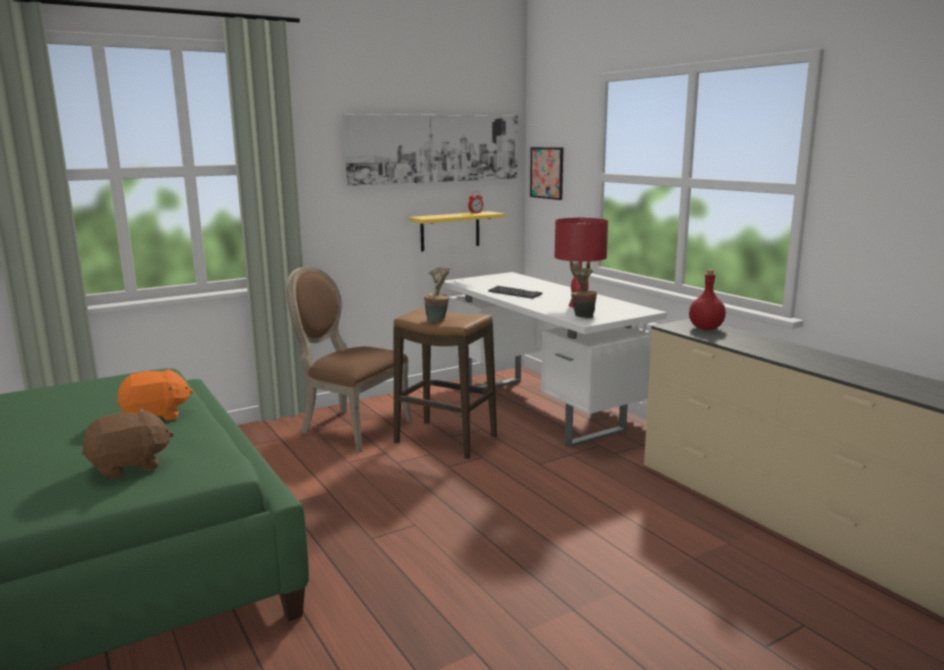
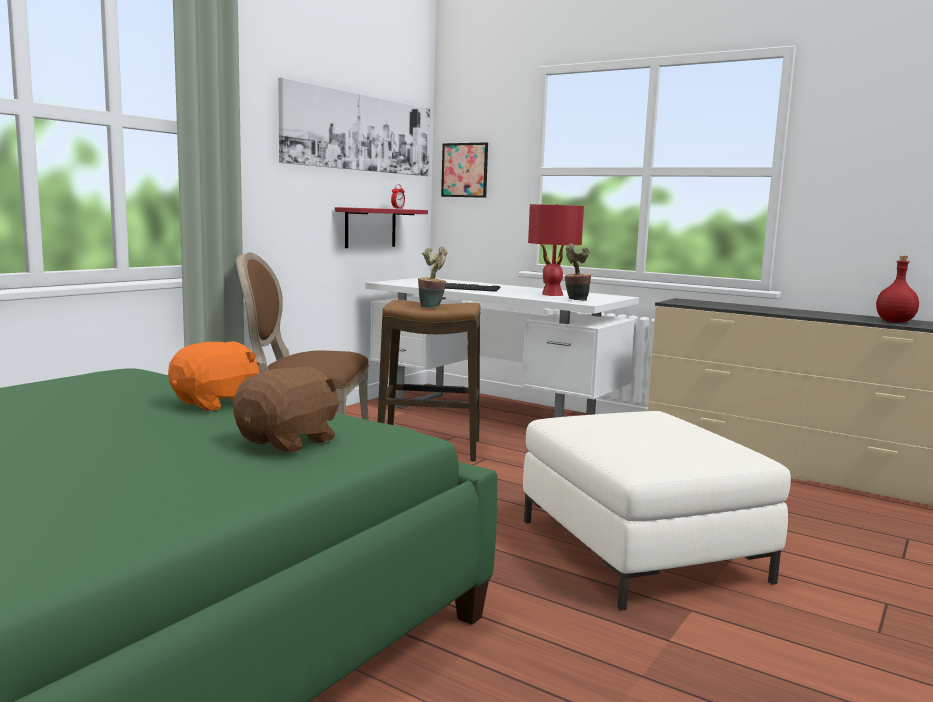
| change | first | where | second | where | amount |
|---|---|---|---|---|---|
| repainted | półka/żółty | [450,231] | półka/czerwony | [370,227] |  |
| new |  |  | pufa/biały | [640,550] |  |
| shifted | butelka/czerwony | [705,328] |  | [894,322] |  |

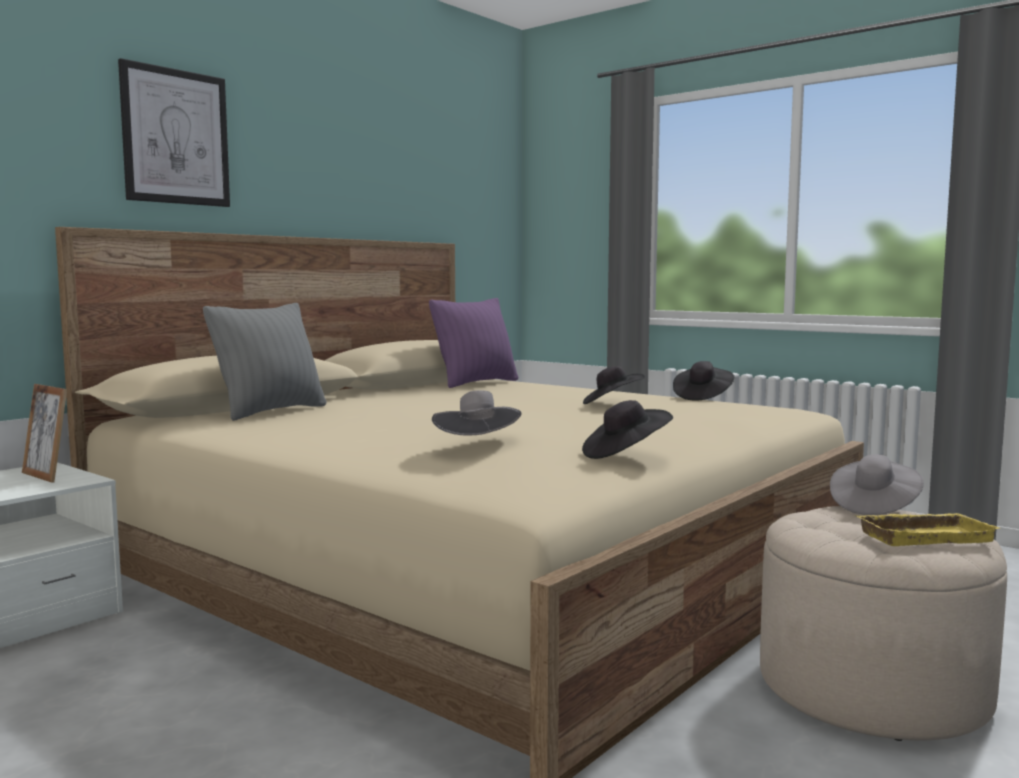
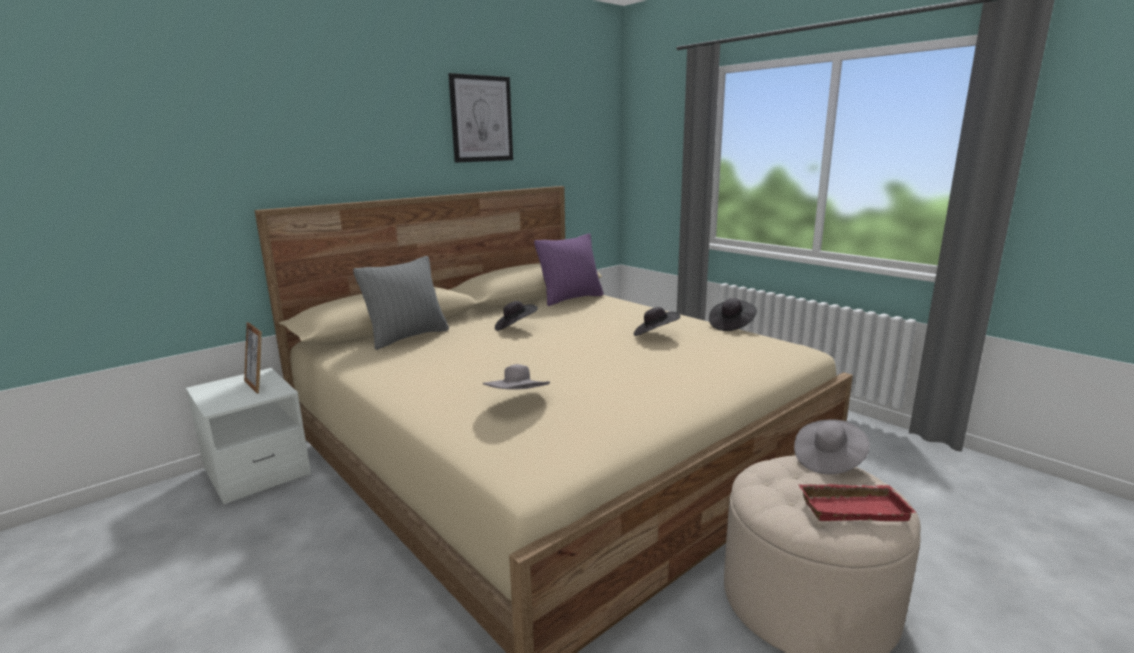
| change | first | where | second | where | amount |
|---|---|---|---|---|---|
| shifted | obraz | [175,137] |  | [481,119] |  |
| shifted | kapelusz/czarny | [625,454] |  | [515,328] |  |
| repainted | taca/żółty | [924,536] | taca/czerwony | [853,507] |  |

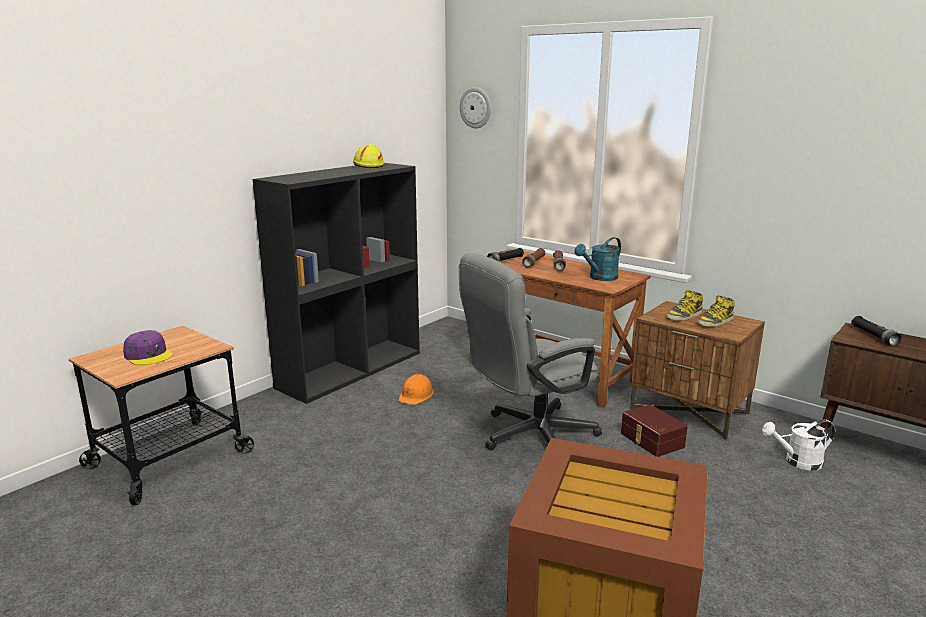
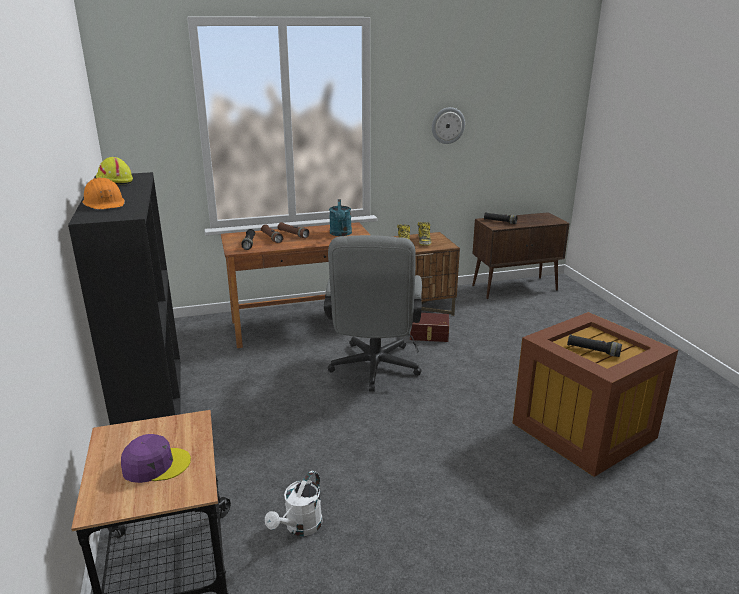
| change | first | where | second | where | amount |
|---|---|---|---|---|---|
| shifted | kask/pomarańczowy | [416,395] |  | [104,203] |  |
| shifted | konewka/biały | [797,462] |  | [300,527] |  |
| shifted | zegar ścienny | [476,107] |  | [447,125] |  |
| new |  |  | latarka/czarny | [593,351] |  |

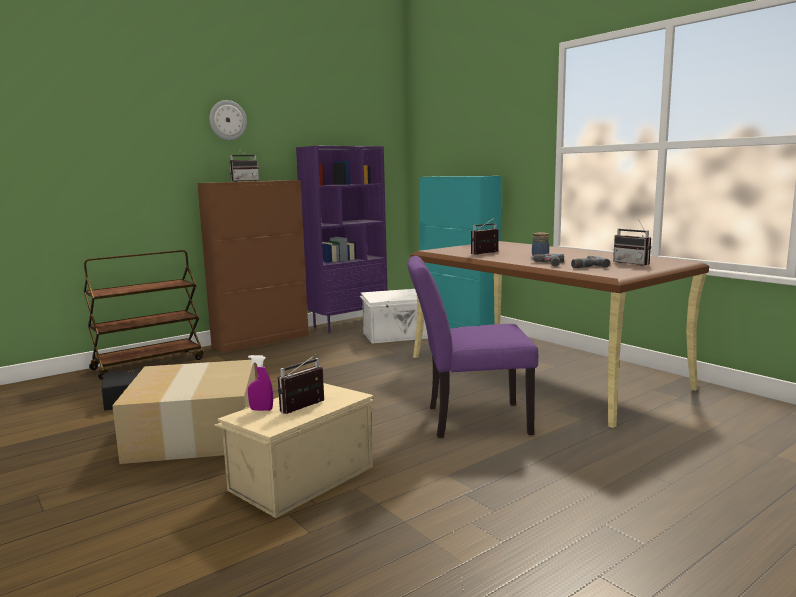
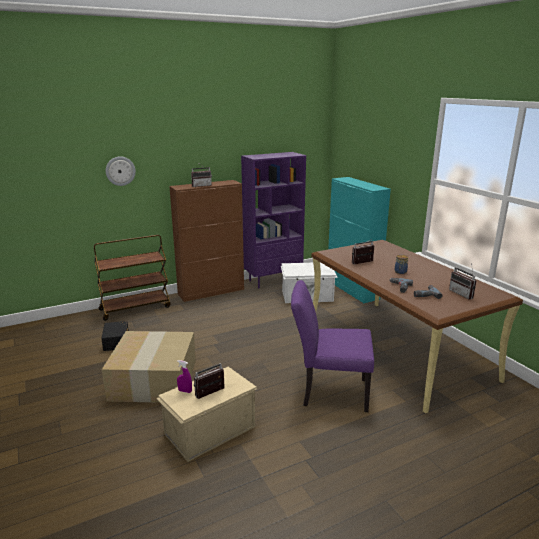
| change | first | where | second | where | amount |
|---|---|---|---|---|---|
| shifted | zegar ścienny | [227,120] |  | [120,171] |  |

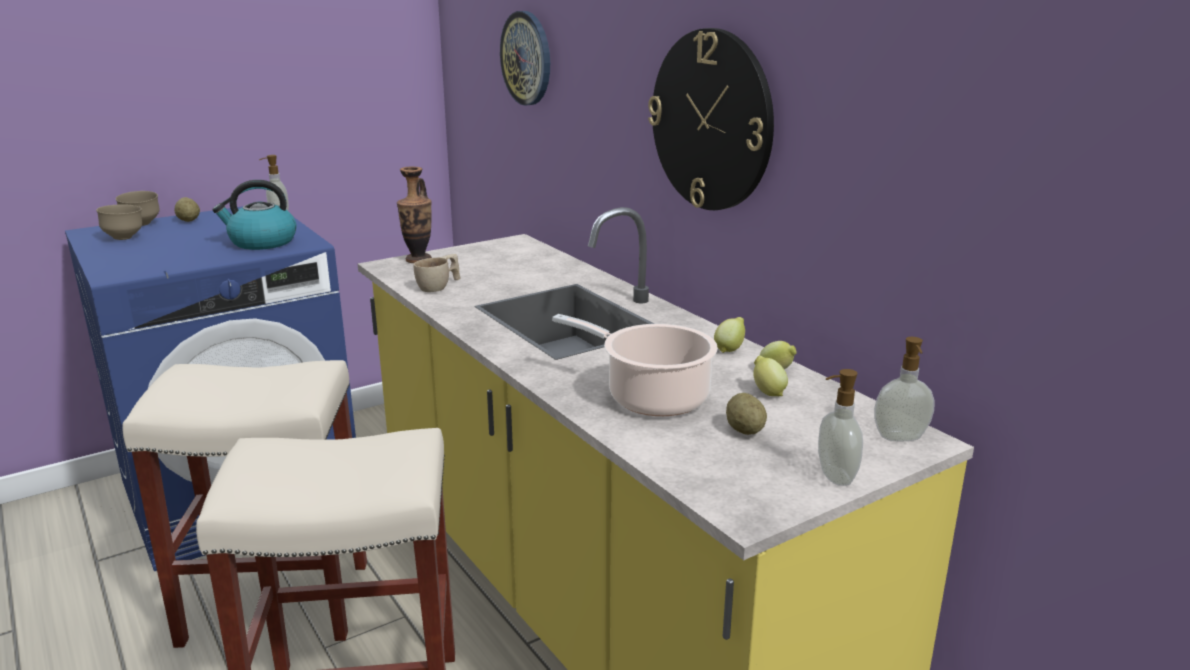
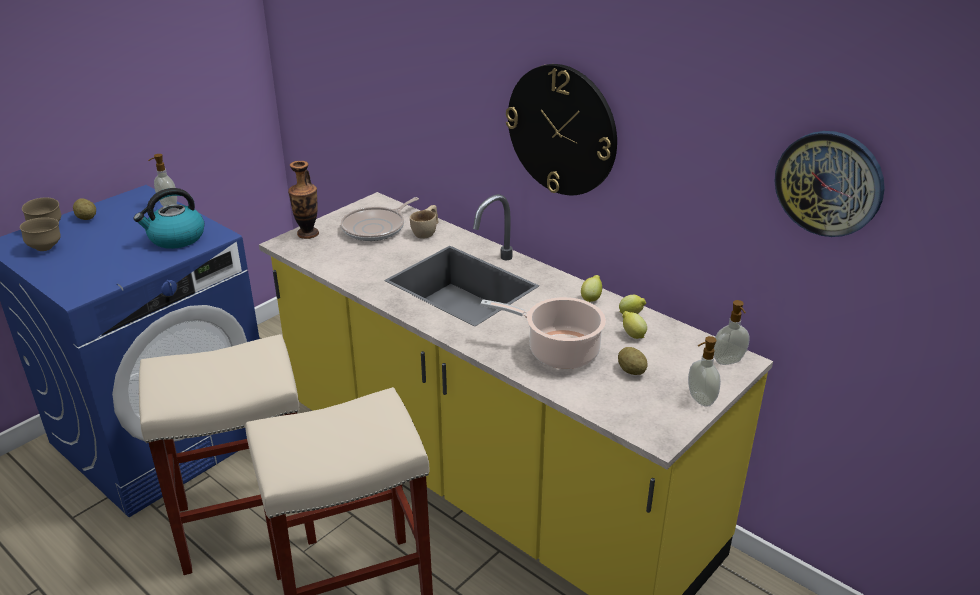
| change | first | where | second | where | amount |
|---|---|---|---|---|---|
| new |  |  | patelnia | [376,228] |  |
| shifted | filiżanka/beżowy | [439,287] |  | [427,232] |  |
| shifted | zegar ścienny | [527,58] |  | [829,183] |  |

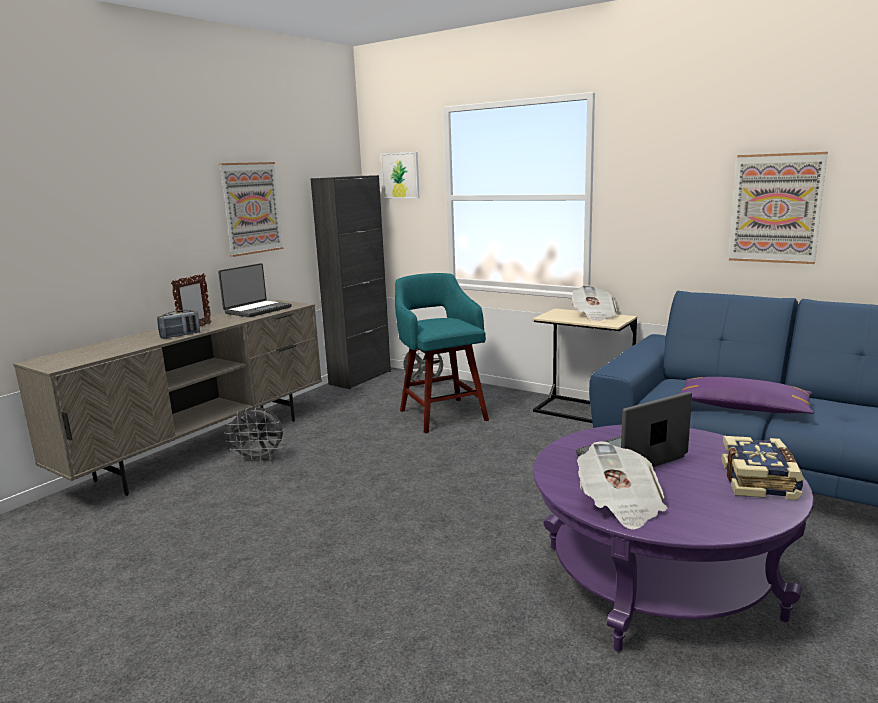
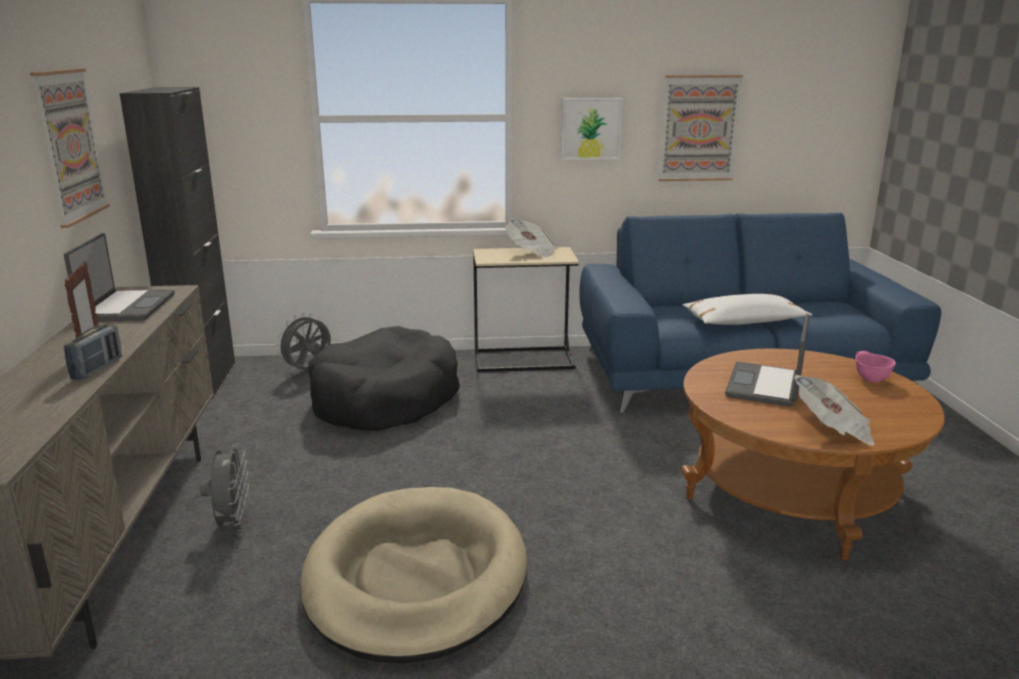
| change | first | where | second | where | amount |
|---|---|---|---|---|---|
| rotated | wentylator/szary | [259,459] |  | [232,524] | 60 degrees counterclockwise |
| new |  |  | legowisko/beżowy | [416,578] |  |
| swapped | stołek/turkusowy | [442,414] | legowisko/czarny | [385,399] |  |
| shifted | obraz | [400,175] |  | [591,129] |  |
| repainted | ława/fioletowy | [658,581] | ława/brązowy | [793,493] |  |
| repainted | poduszka/fioletowy | [742,408] | poduszka/biały | [743,322] |  |
| swapped | książka | [760,481] | miska/różowy | [870,379] |  |

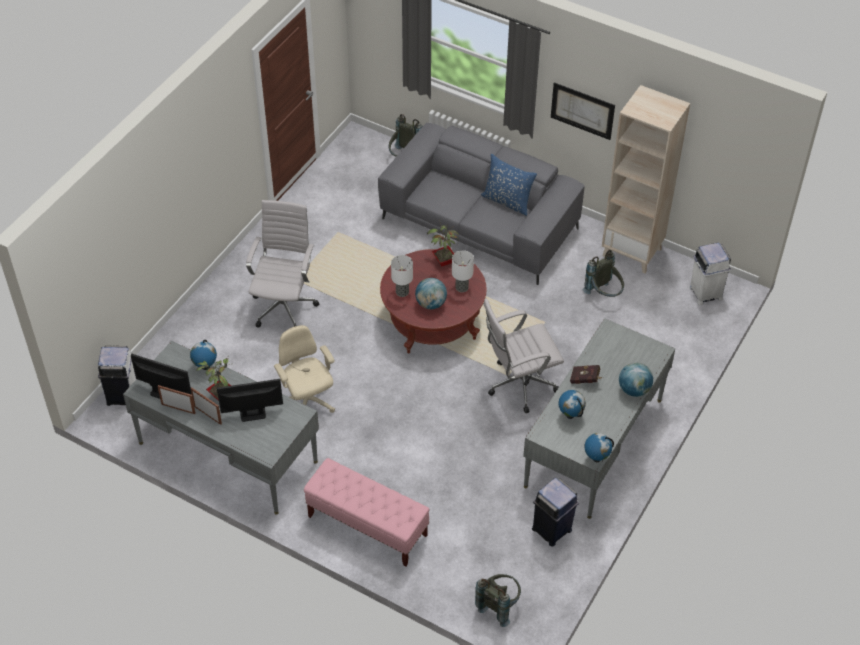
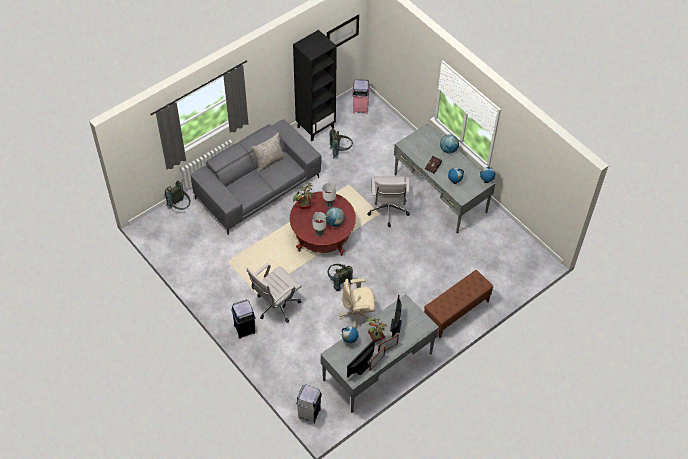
| change | first | where | second | where | amount |
|---|---|---|---|---|---|
| shifted | kosz na śmieci/niebieski | [552,530] |  | [245,329] |  |
| rotated | krzesło biurowe/biały | [284,306] |  | [276,306] | 75 degrees counterclockwise |
| repainted | poduszka/niebieski | [507,201] | poduszka/szary | [269,161] |  |
| repainted | regał/beżowy | [632,252] | regał/czarny | [315,127] |  |
| shifted | obraz | [582,111] |  | [342,33] |  |
| shifted | plecak/szary | [499,605] |  | [338,281] |  |
| repainted | kosz na śmieci/biały | [705,293] | kosz na śmieci/różowy | [360,108] |  |
| repainted | ławka/różowy | [367,526] | ławka/brązowy | [456,312] |  |

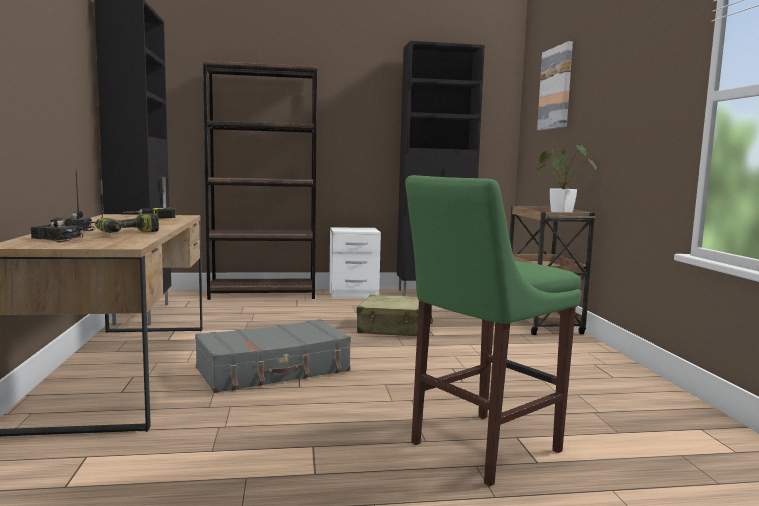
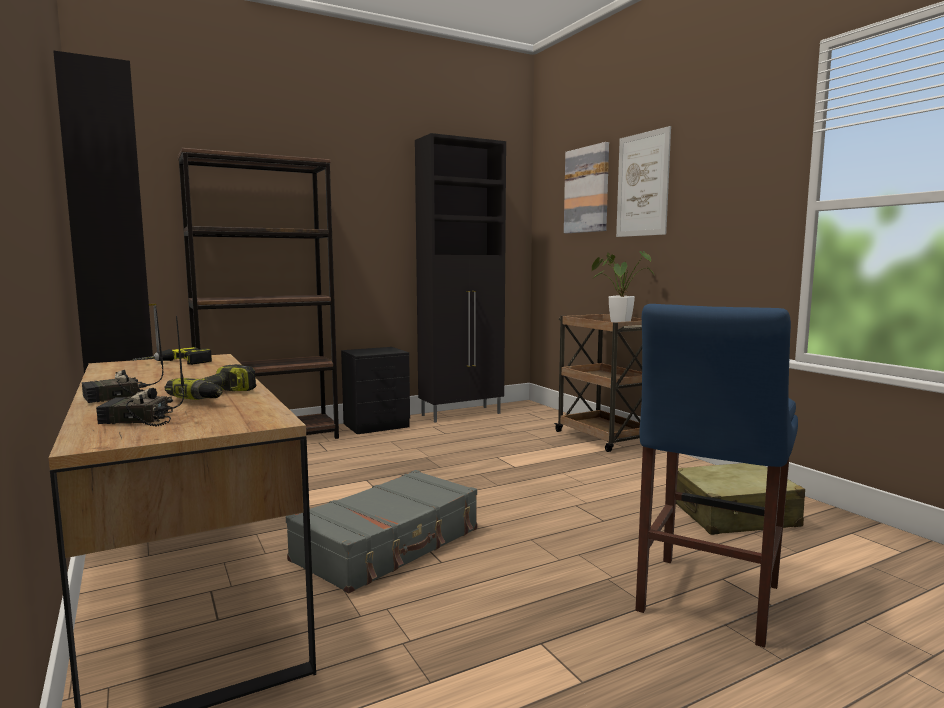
| change | first | where | second | where | amount |
|---|---|---|---|---|---|
| repainted | szafka nocna/biały | [354,293] | szafka nocna/czarny | [378,425] |  |
| new |  |  | obraz | [642,184] |  |
| repainted | stołek/zielony | [479,448] | stołek/niebieski | [705,601] |  |
| shifted | walizka/beżowy | [395,328] |  | [735,515] |  |

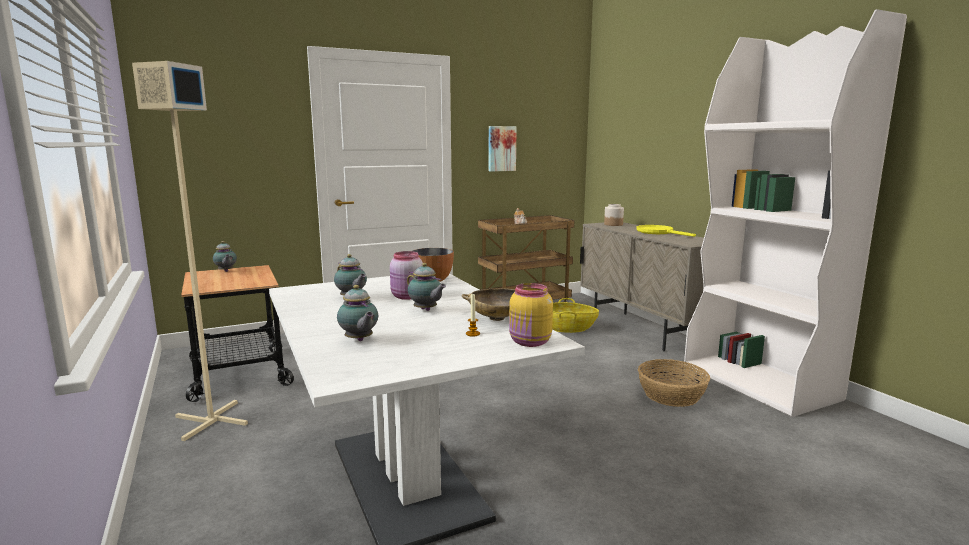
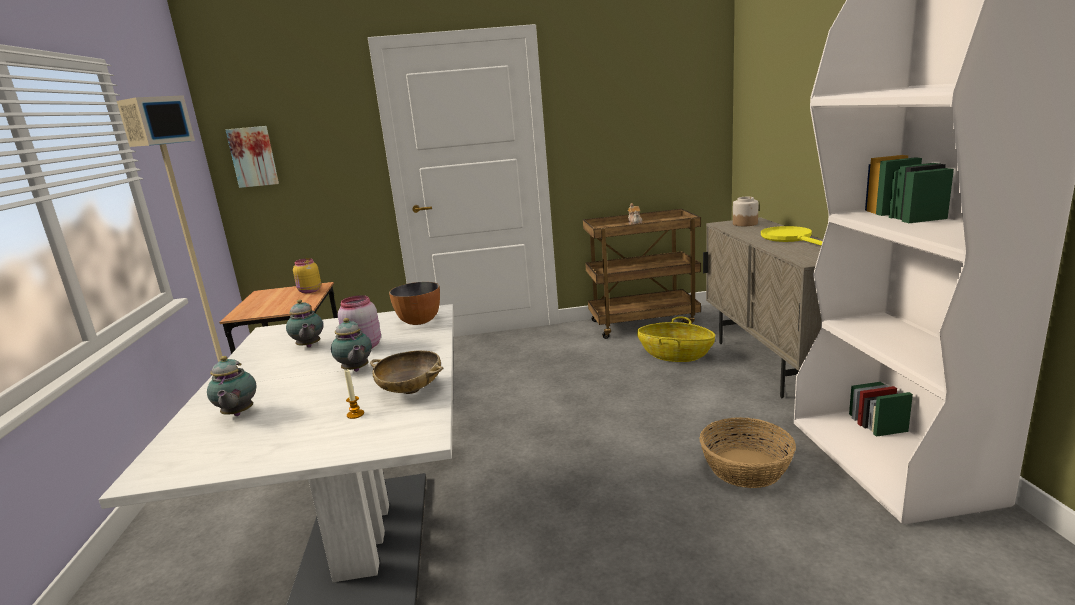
| change | first | where | second | where | amount |
|---|---|---|---|---|---|
| shifted | obraz | [501,148] |  | [253,156] |  |
| shifted | słoik/żółty | [530,342] |  | [309,291] |  |
| gone | imbryk | [226,271] |  |  |  |

